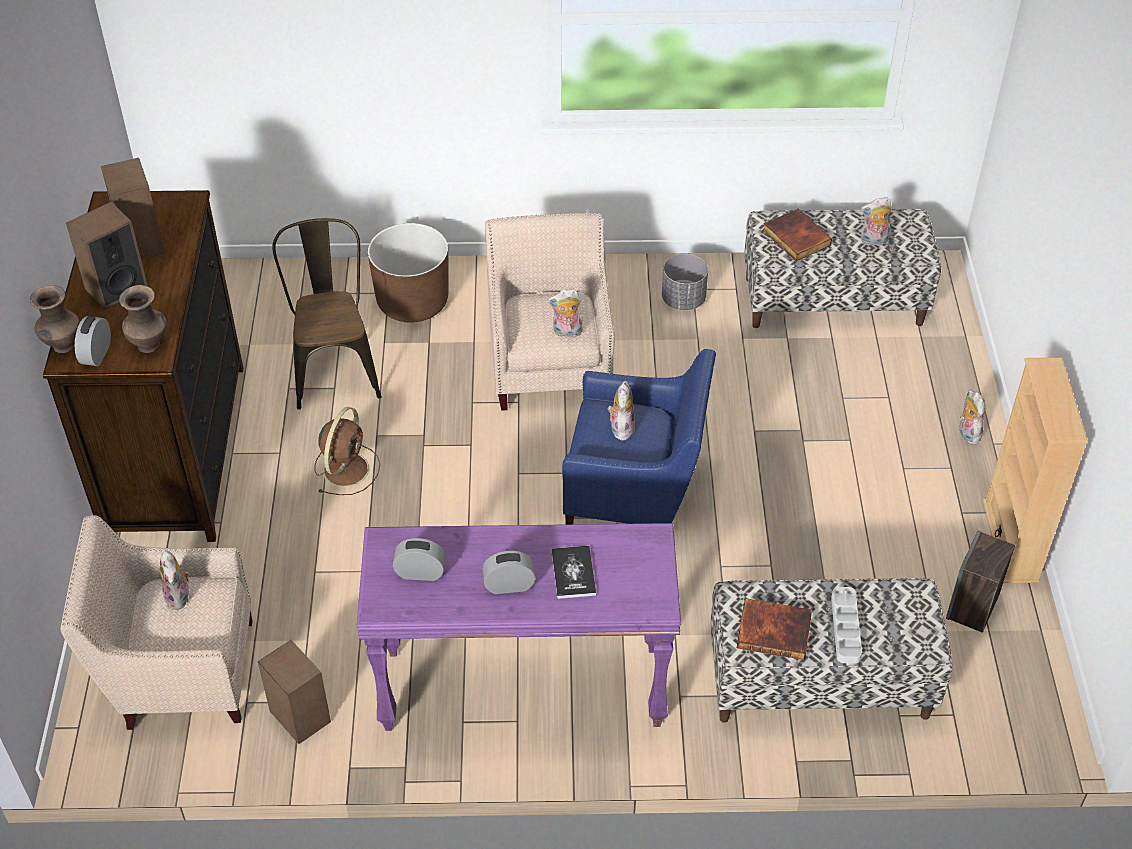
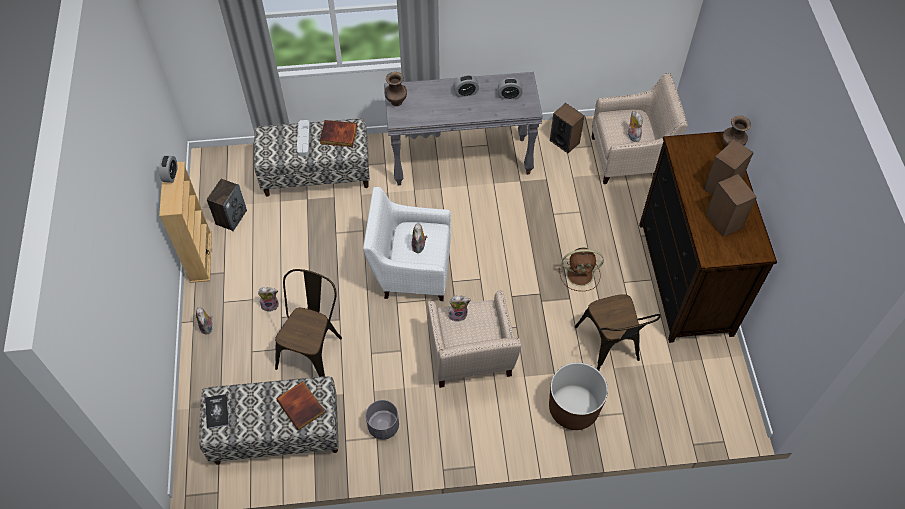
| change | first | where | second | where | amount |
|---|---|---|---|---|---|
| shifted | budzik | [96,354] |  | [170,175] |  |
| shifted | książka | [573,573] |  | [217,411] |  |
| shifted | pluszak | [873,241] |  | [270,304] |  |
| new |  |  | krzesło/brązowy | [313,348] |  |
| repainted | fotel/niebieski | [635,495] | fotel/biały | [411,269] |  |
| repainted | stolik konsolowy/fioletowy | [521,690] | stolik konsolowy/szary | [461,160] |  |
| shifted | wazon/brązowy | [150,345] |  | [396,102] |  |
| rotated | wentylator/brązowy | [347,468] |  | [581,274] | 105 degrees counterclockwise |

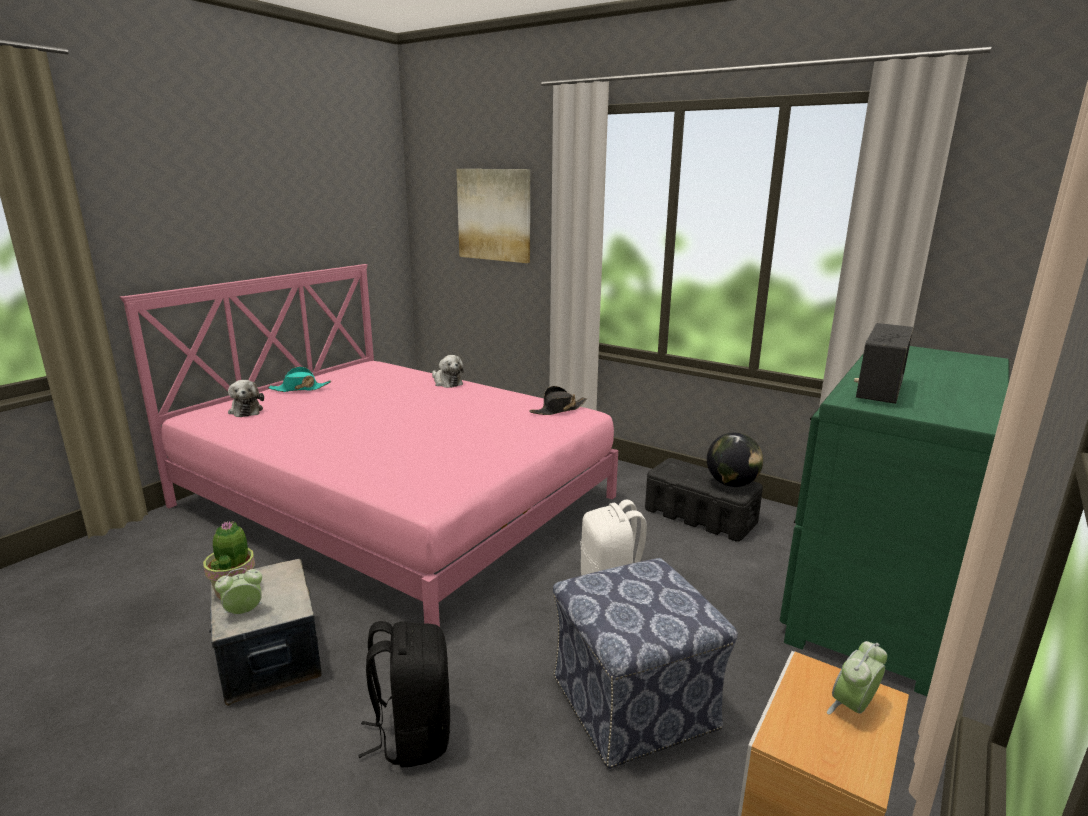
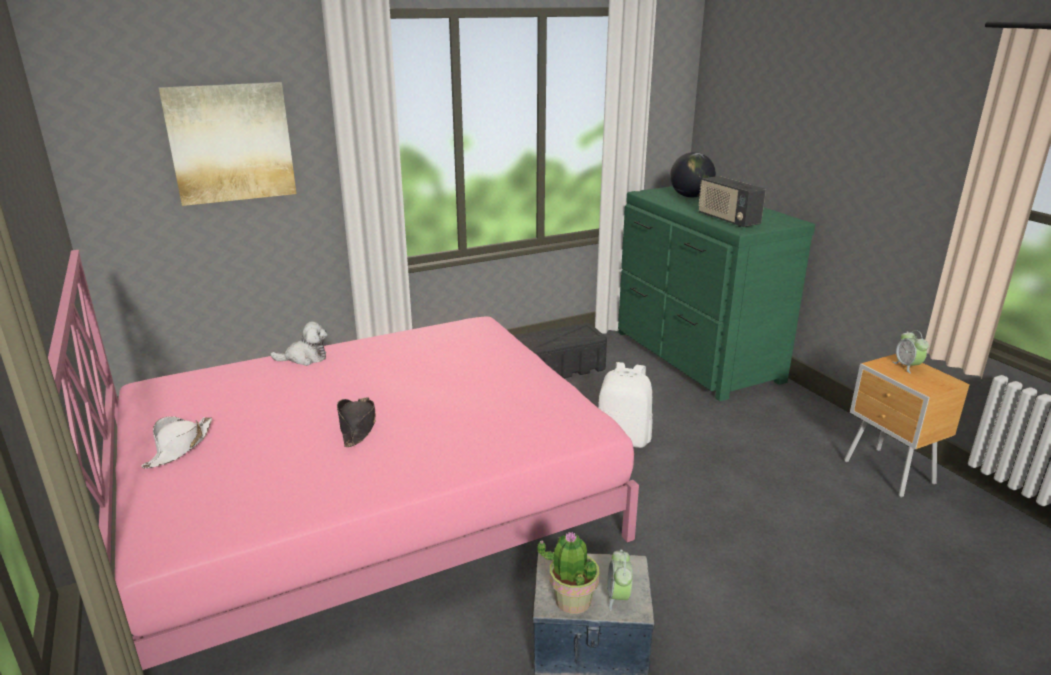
| change | first | where | second | where | amount |
|---|---|---|---|---|---|
| repainted | kapelusz/turkusowy | [300,389] | kapelusz/biały | [179,447] |  |
| shifted | kapelusz/czarny | [558,410] |  | [357,427] |  |
| shifted | globus | [731,484] |  | [690,196] |  |
| gone | pluszak | [246,410] |  |  |  |
| gone | plecak/czarny | [412,734] |  |  |  |
| gone | pufa | [634,703] |  |  |  |

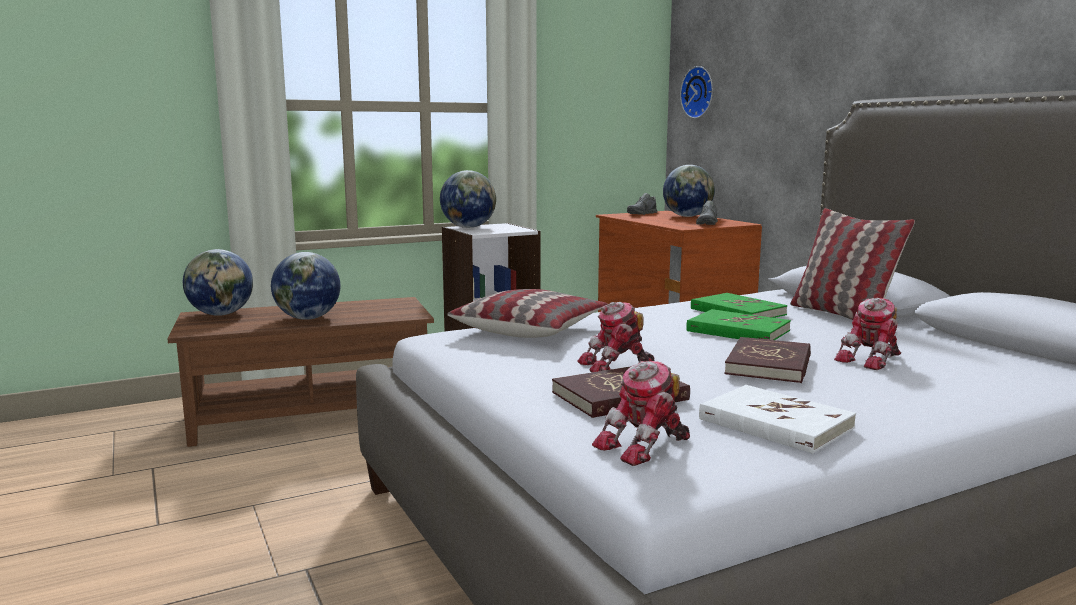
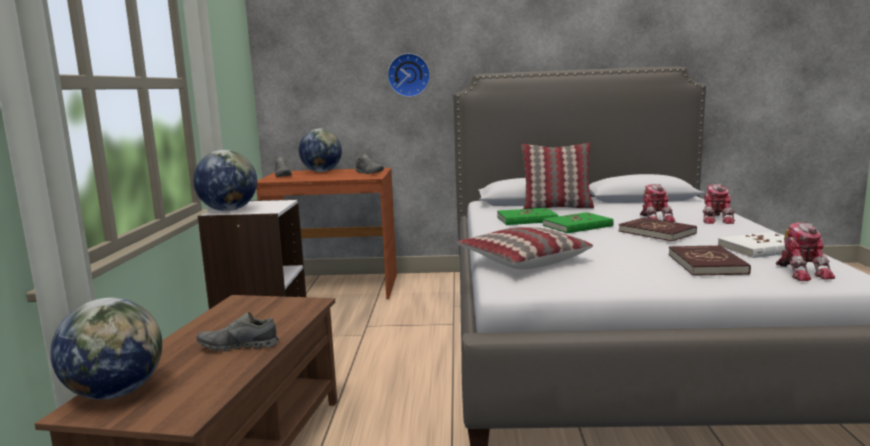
| change | first | where | second | where | amount |
|---|---|---|---|---|---|
| swapped | globus | [307,318] | but/szary | [238,346] |  |
| shifted | zegar ścienny | [699,92] |  | [409,75] |  |
| shifted | robot zabawkowy | [616,365] |  | [716,220] |  |

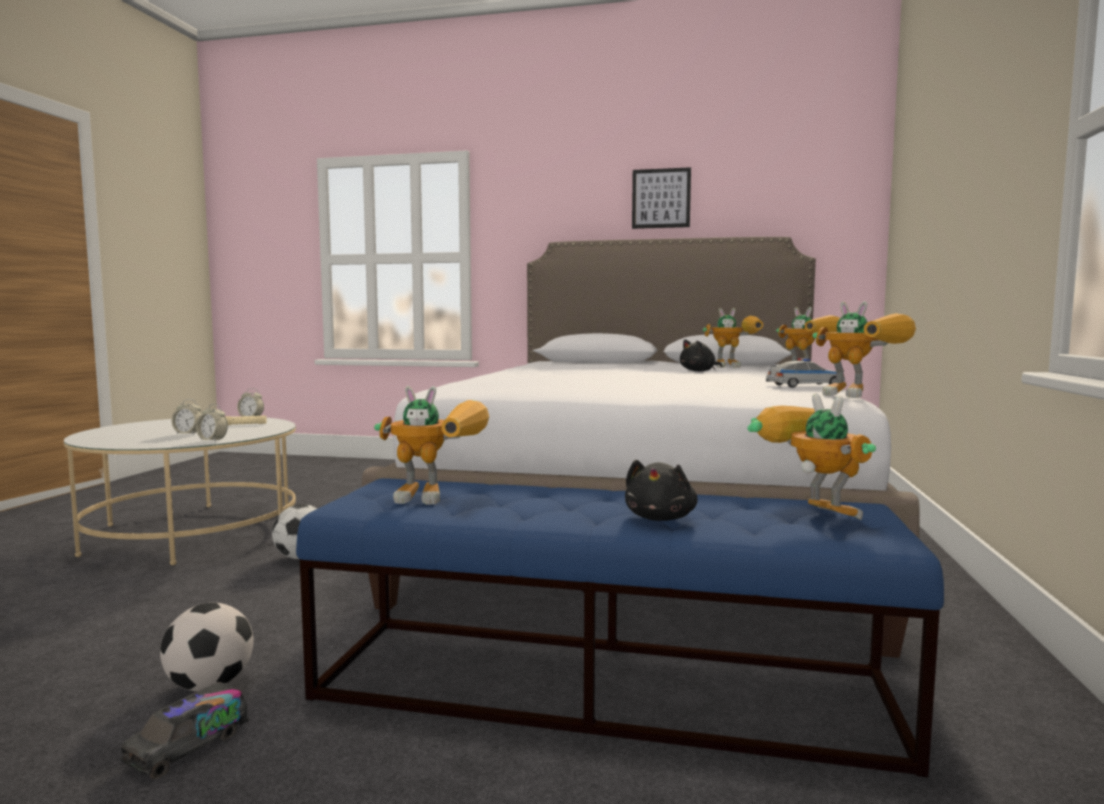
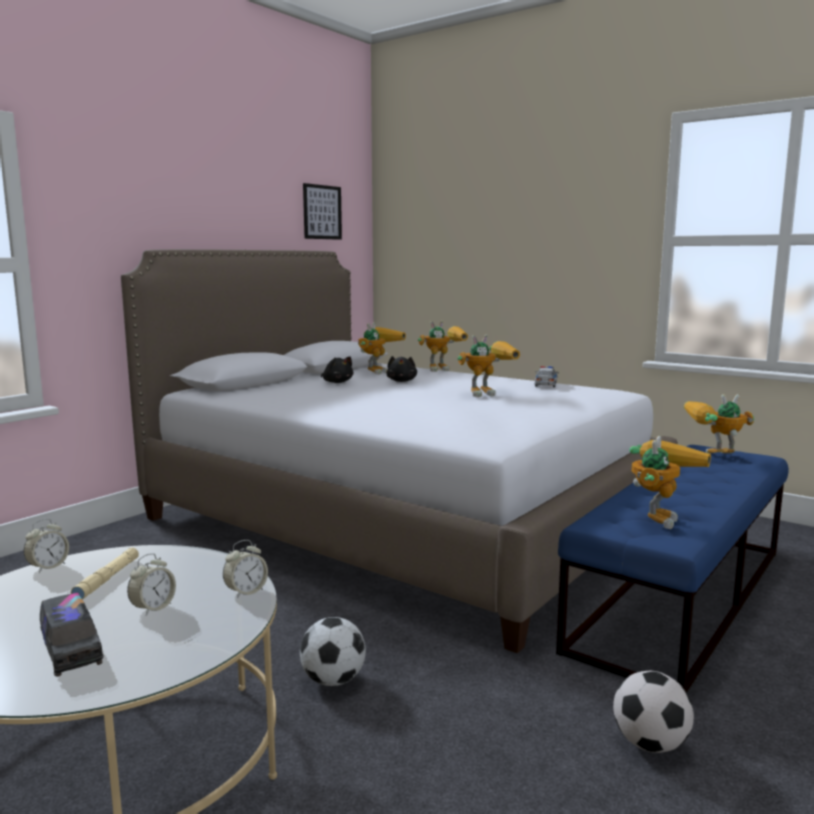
| change | first | where | second | where | amount |
|---|---|---|---|---|---|
| shifted | ciężarówka zabawkowa | [188,747] |  | [71,650] |  |
| shifted | obraz | [661,198] |  | [322,212] |  |
| shifted | pluszak/czarny | [661,518] |  | [337,382] |  |
| shifted | robot zabawkowy | [863,396] |  | [489,393] |  |

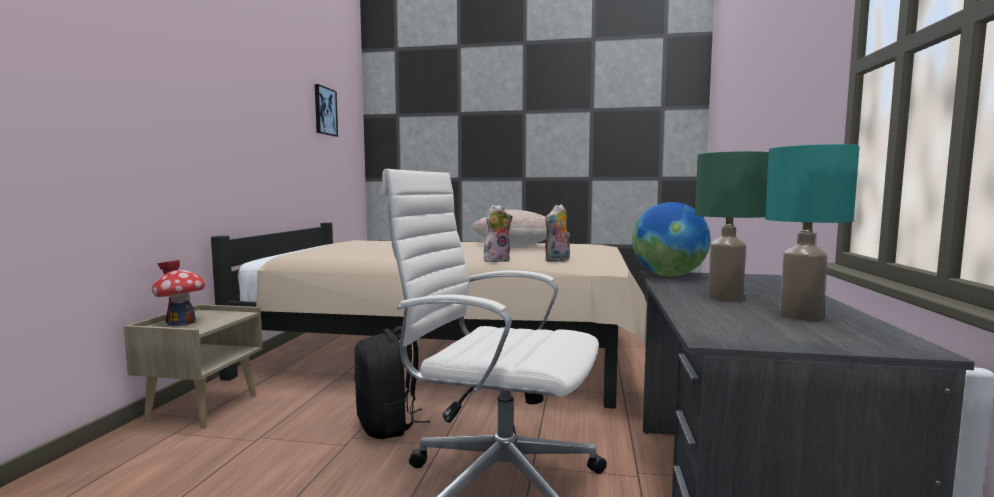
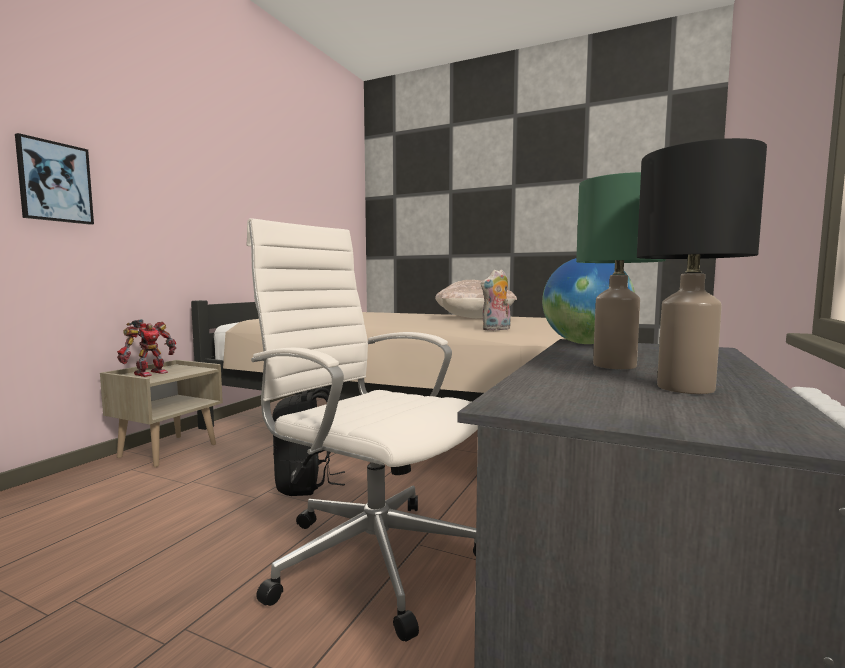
| change | first | where | second | where | amount |
|---|---|---|---|---|---|
| shifted | obraz | [325,111] |  | [55,182] |  |
| swapped | domek | [181,322] | robot zabawkowy | [149,373] |  |
| repainted | lampa stołowa/turkusowy | [799,315] | lampa stołowa/czarny | [683,388] |  |
| gone | pluszak | [496,260] |  |  |  |

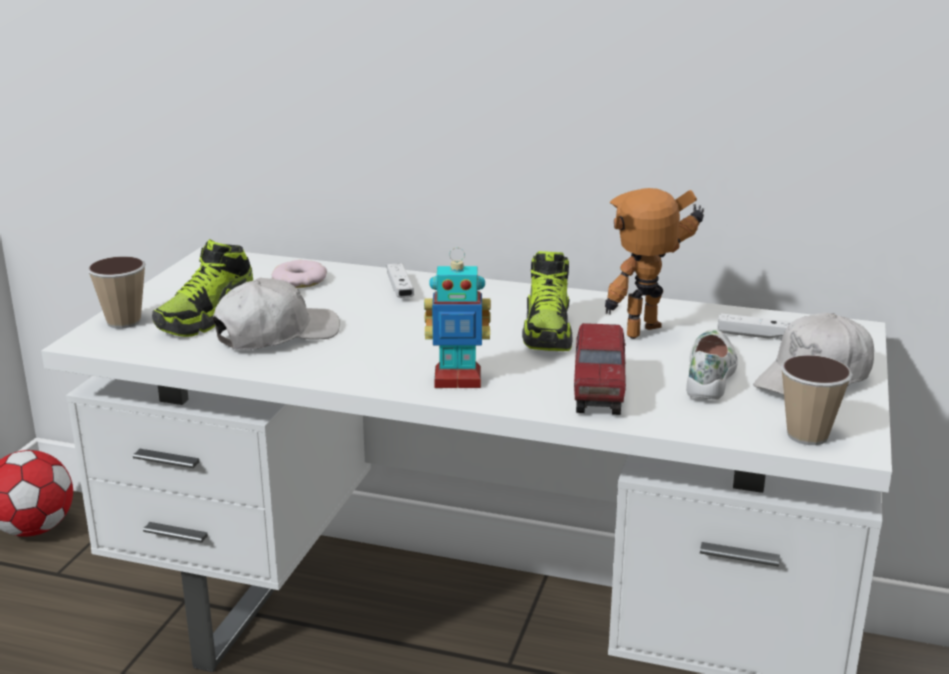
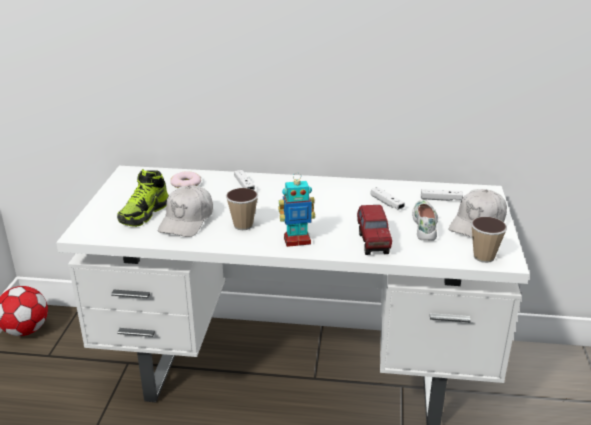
| change | first | where | second | where | amount |
|---|---|---|---|---|---|
| rotated | czapka z daszkiem/biały | [276,335] |  | [187,220] | 150 degrees clockwise |
| shifted | filiżanka | [124,322] |  | [243,225] |  |
| swapped | robot zabawkowy | [650,334] | pad do gier/biały | [387,203] |  |
| gone | but | [548,333] |  |  |  |

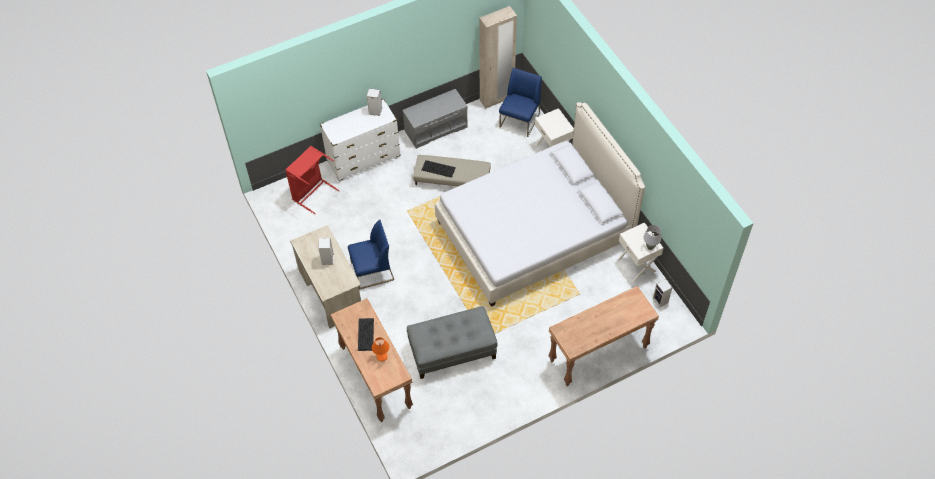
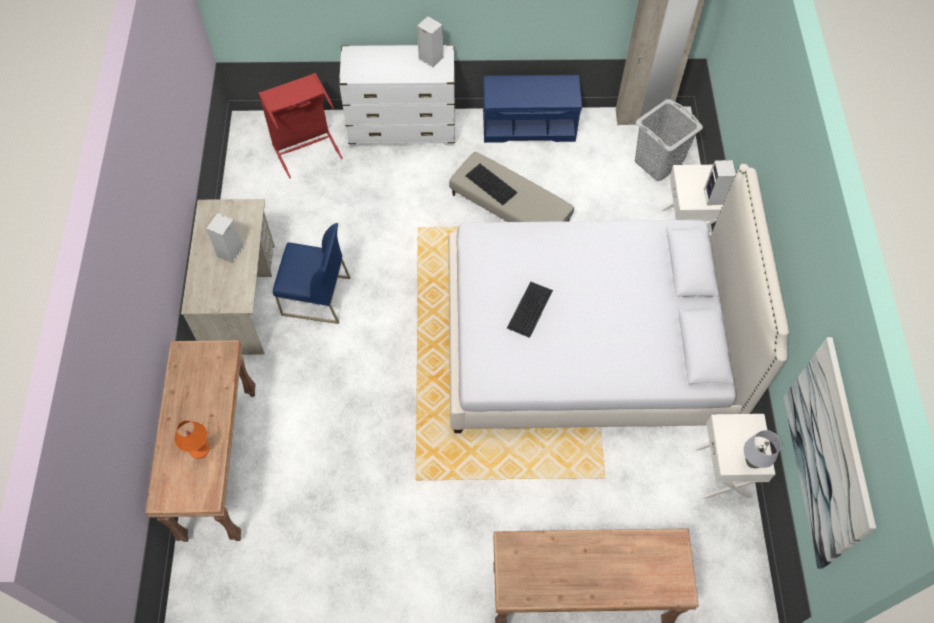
| change | first | where | second | where | amount |
|---|---|---|---|---|---|
| repainted | ławka/szary | [436,128] | ławka/niebieski | [529,125] |  |
| shifted | klawiatura | [365,334] |  | [530,308] |  |
| swapped | krzesło/niebieski | [520,121] | kosz na pranie/szary | [658,163] |  |
| shifted | głośnik | [661,301] |  | [714,197] |  |
| new |  |  | obraz | [827,454] |  |
| gone | pufa/szary | [452,350] |  |  |  |

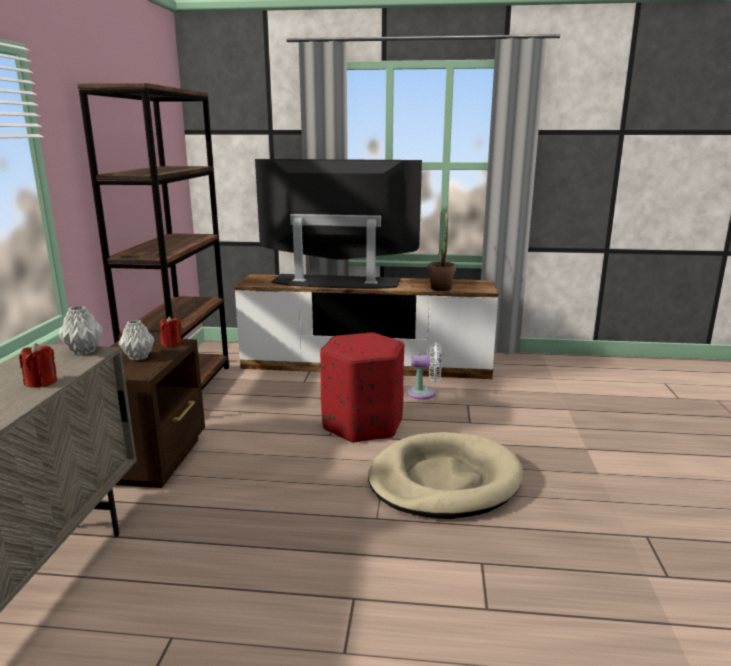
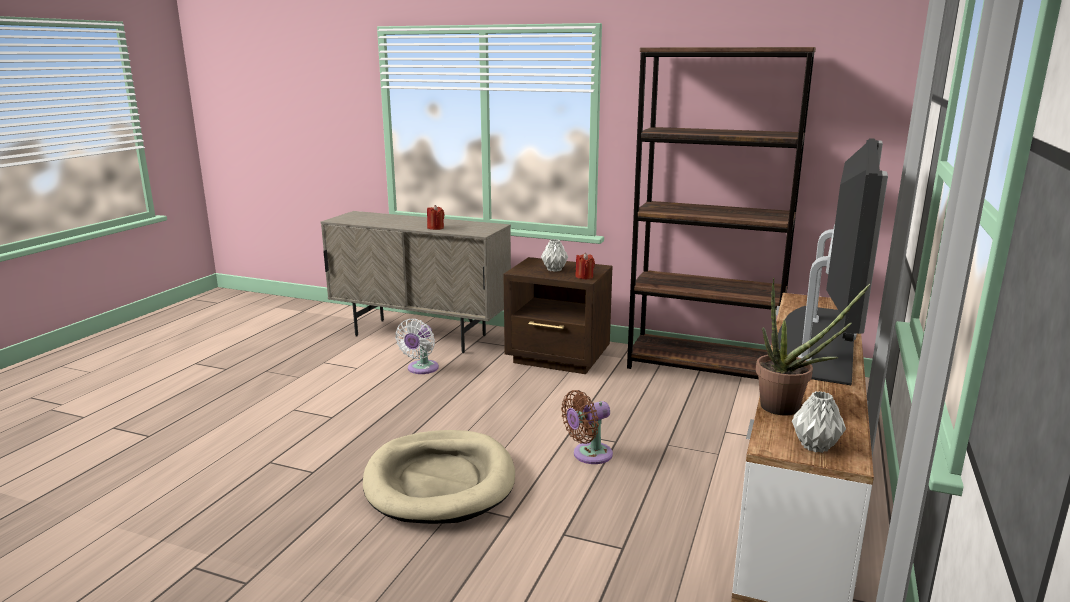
| change | first | where | second | where | amount |
|---|---|---|---|---|---|
| shifted | wentylator/biały | [424,393] |  | [421,369] |  |
| swapped | pufa/czerwony | [363,424] | wentylator/brązowy | [588,455] |  |
| shifted | wazon/szary | [83,352] |  | [814,446] |  |

